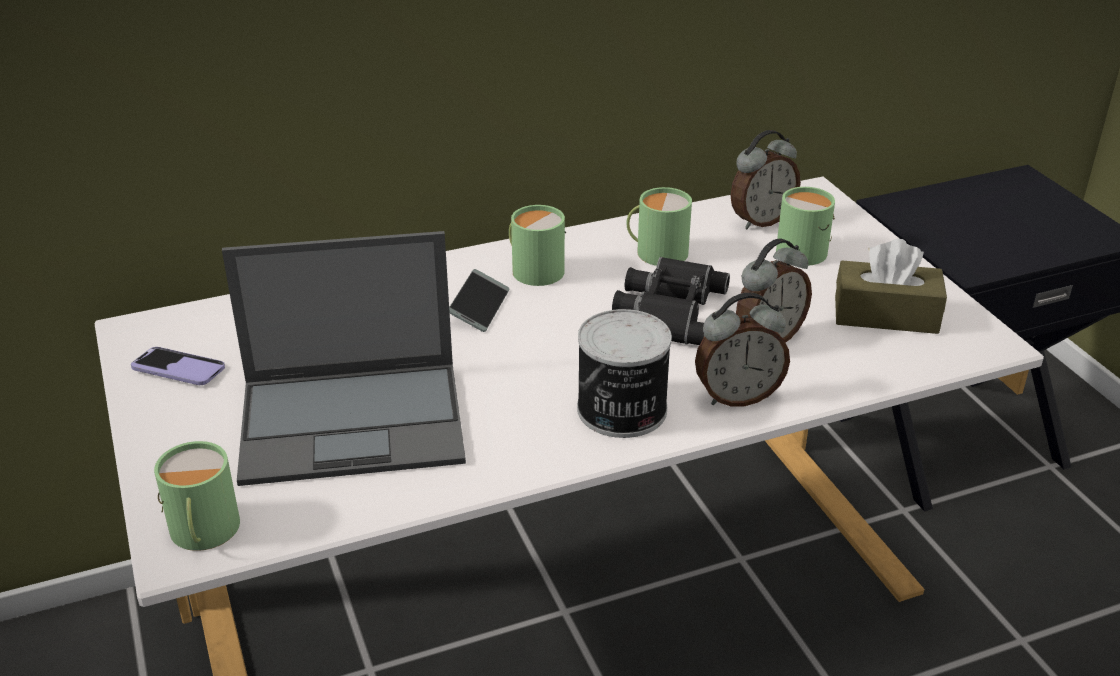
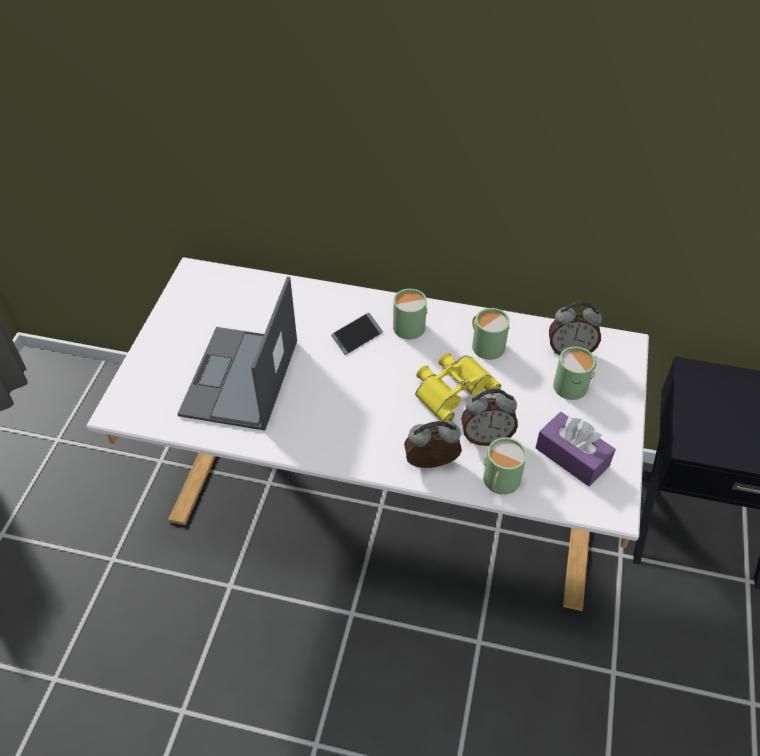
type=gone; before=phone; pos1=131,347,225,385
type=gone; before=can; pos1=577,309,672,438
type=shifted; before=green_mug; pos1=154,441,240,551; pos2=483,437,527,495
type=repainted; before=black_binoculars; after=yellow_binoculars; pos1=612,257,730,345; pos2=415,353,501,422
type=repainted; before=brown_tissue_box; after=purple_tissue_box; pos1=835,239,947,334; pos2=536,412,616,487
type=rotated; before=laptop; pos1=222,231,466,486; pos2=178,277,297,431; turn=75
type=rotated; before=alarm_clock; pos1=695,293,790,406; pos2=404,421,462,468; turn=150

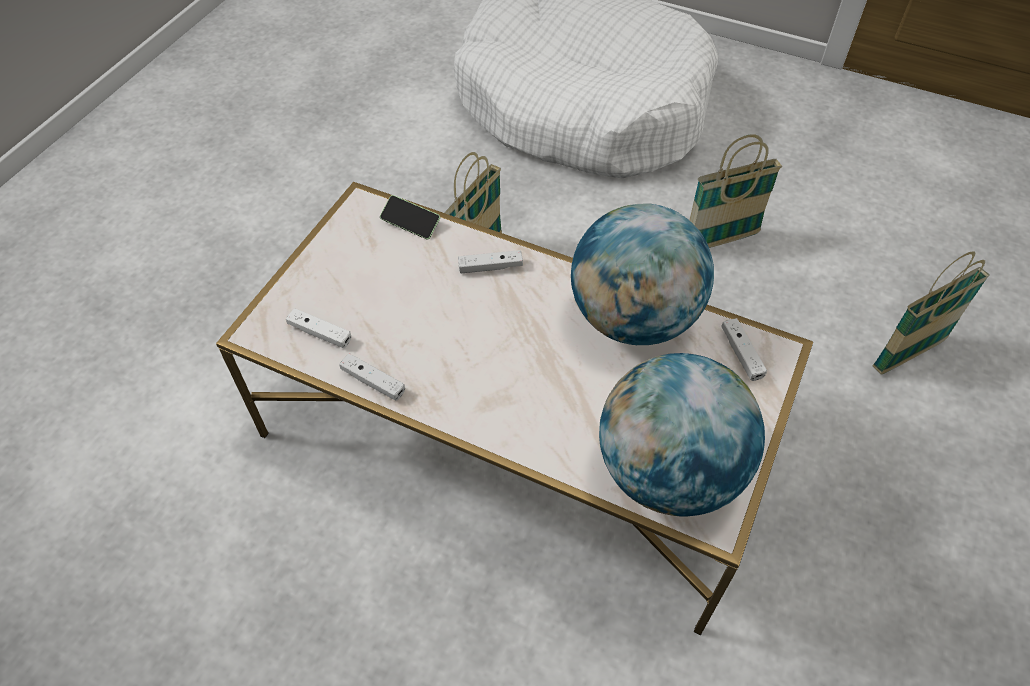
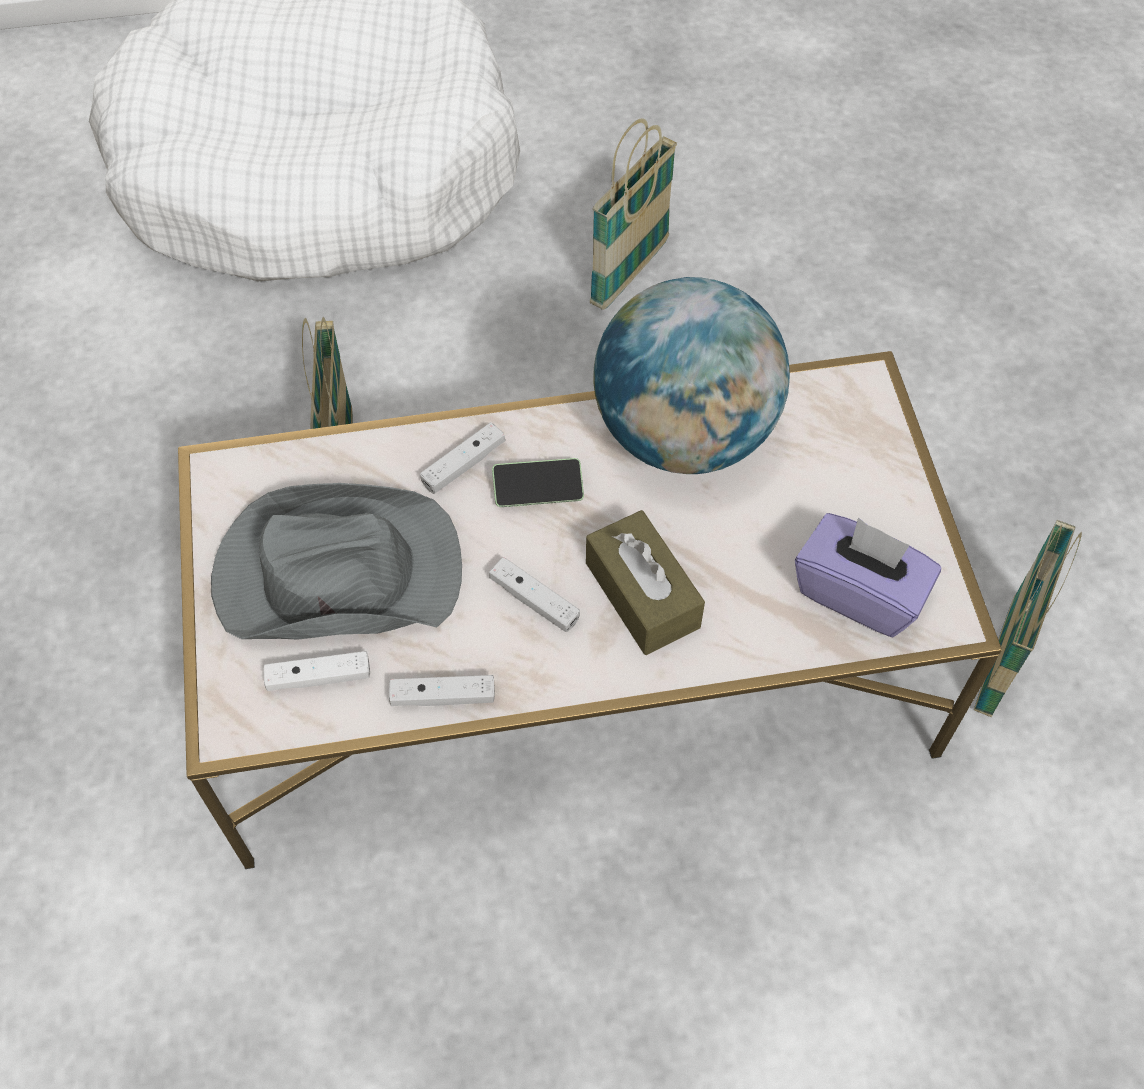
type=new; after=grey_hat; pos2=211,483,462,640
type=new; after=brown_tissue_box; pos2=586,510,705,655
type=shifted; before=phone; pos1=380,195,440,239; pos2=492,458,584,507
type=shifted; before=white_game_controller; pos1=721,318,767,381; pos2=489,557,580,632
type=shifted; before=basket; pos1=873,251,990,374; pos2=974,520,1082,717
type=swapped; before=globe; after=purple_tissue_box; pos1=599,353,765,517; pos2=795,513,941,637

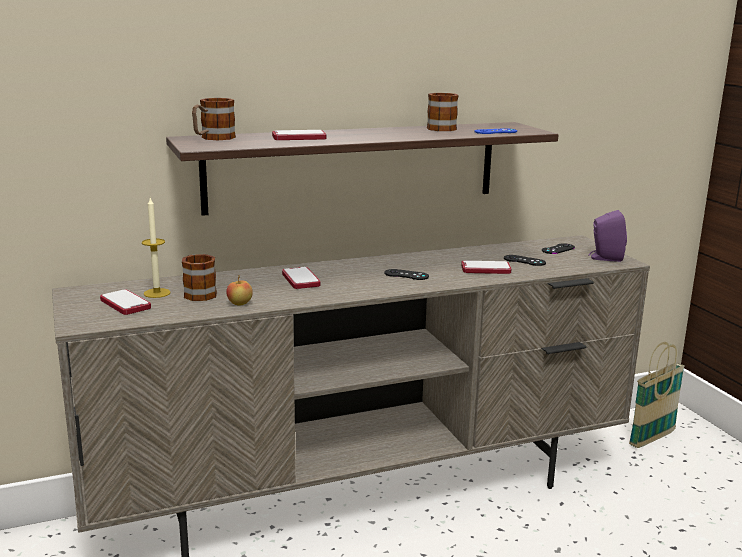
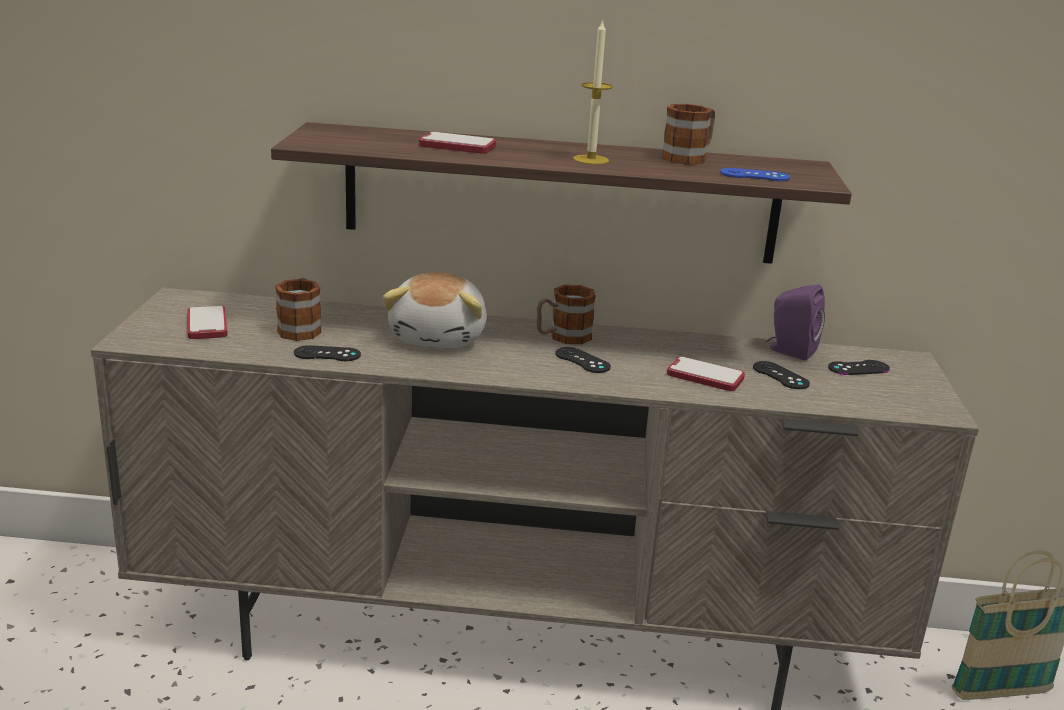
type=shifted; before=candle; pos1=142,198,171,298; pos2=573,19,613,165
type=shifted; before=mug; pos1=192,98,236,140; pos2=537,285,596,344
type=shifted; before=purple_speaker; pos1=589,210,627,262; pos2=766,284,825,360
type=swapped; before=apple; after=black_game_controller; pos1=226,275,253,305; pos2=294,345,361,361
type=swapped; before=phone; after=plush_toy; pos1=282,267,321,289; pos2=382,272,487,348

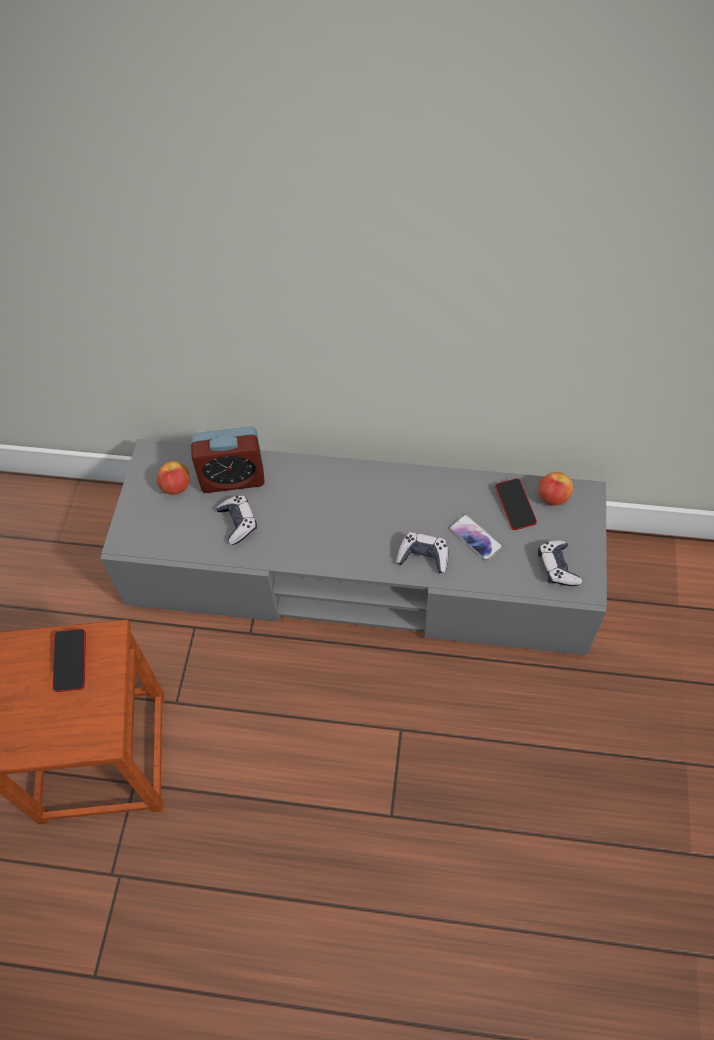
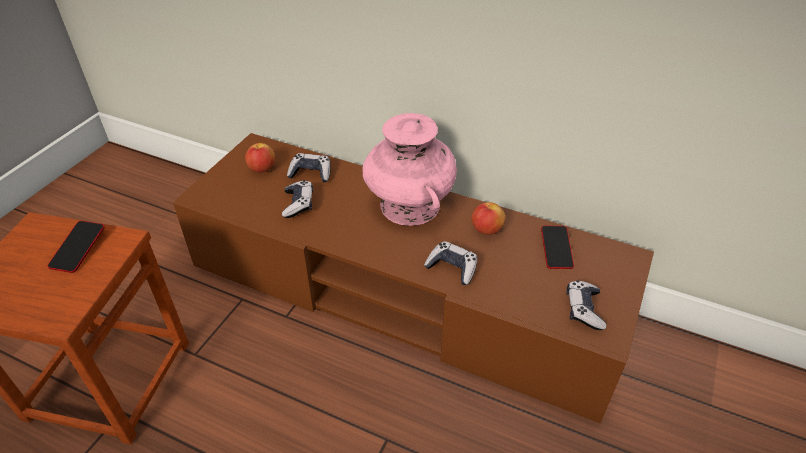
type=gone; before=phone; pos1=449,514,503,561
type=new; after=pink_vase; pos2=363,113,457,226
type=shifted; before=apple; pos1=538,472,573,505; pos2=471,202,505,235
type=swapped; before=alarm_clock; after=game_controller; pos1=191,426,265,493; pos2=287,153,331,182
type=repainted; before=grey_tv_stand; after=brown_tv_stand; pos1=100,439,607,655; pos2=173,133,654,423

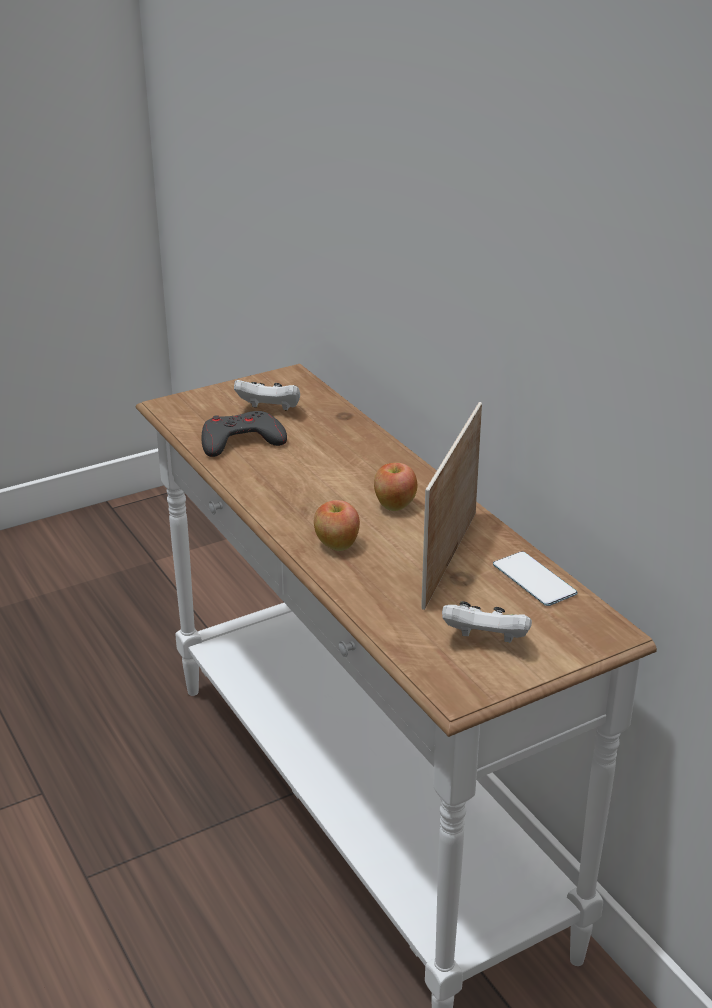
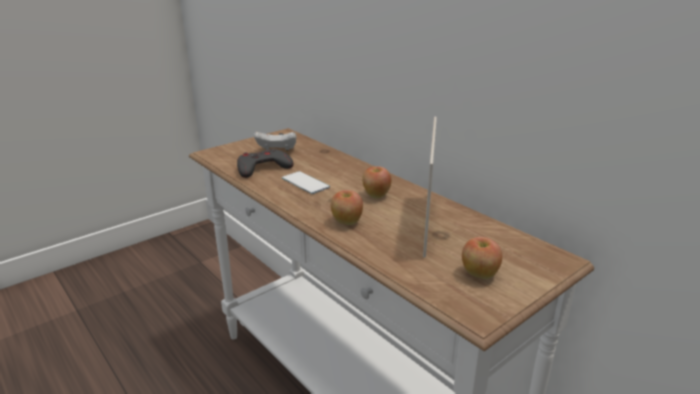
type=shifted; before=phone; pos1=493,551,578,606; pos2=282,171,330,194
type=swapped; before=white_game_controller; after=apple; pos1=442,601,532,643; pos2=462,237,502,279

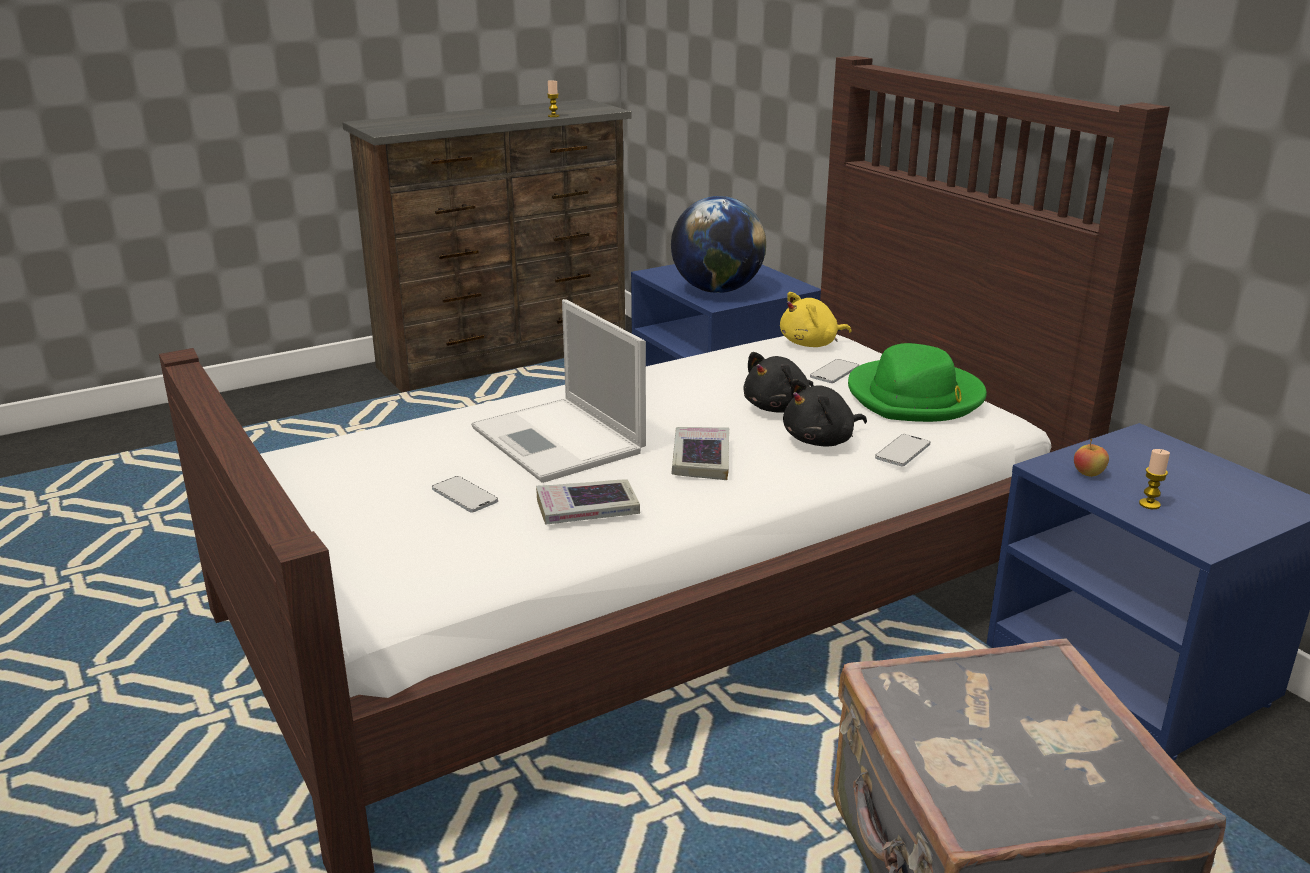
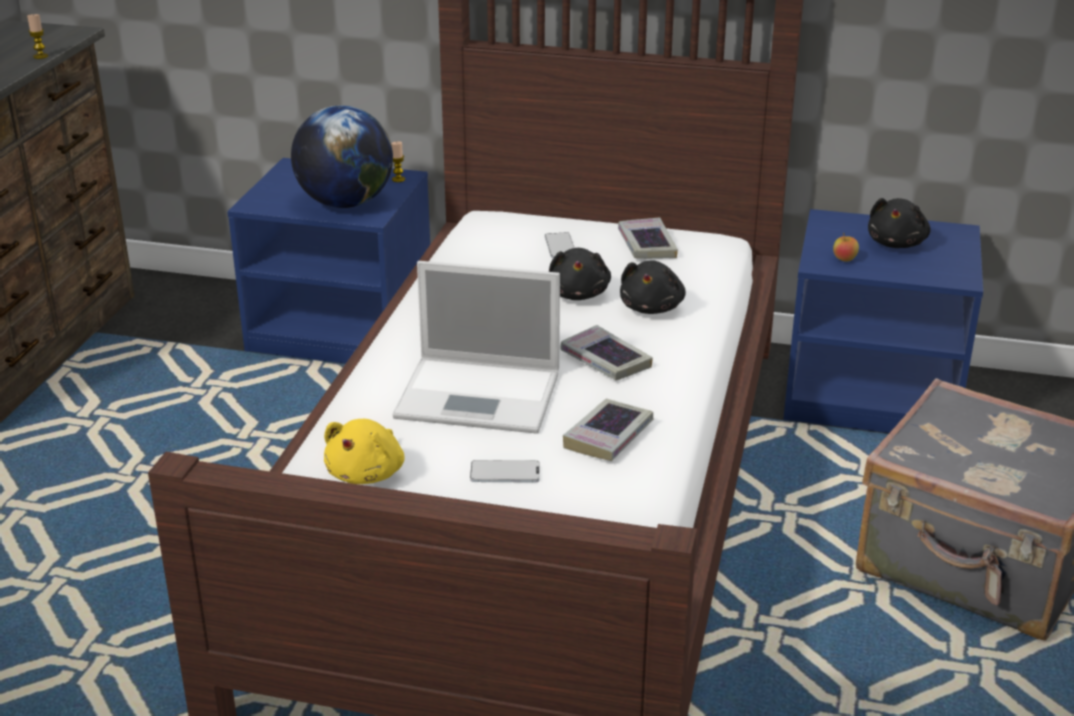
type=gone; before=phone; pos1=875,434,930,466
type=new; after=black_plush_toy; pos2=868,198,931,248
type=shifted; before=yellow_plush_toy; pos1=780,292,851,347; pos2=324,419,404,484
type=shifted; before=candle; pos1=1139,449,1170,509; pos2=391,141,405,182
type=swapped; before=green_hat; after=book; pos1=848,343,987,422; pos2=618,218,678,259

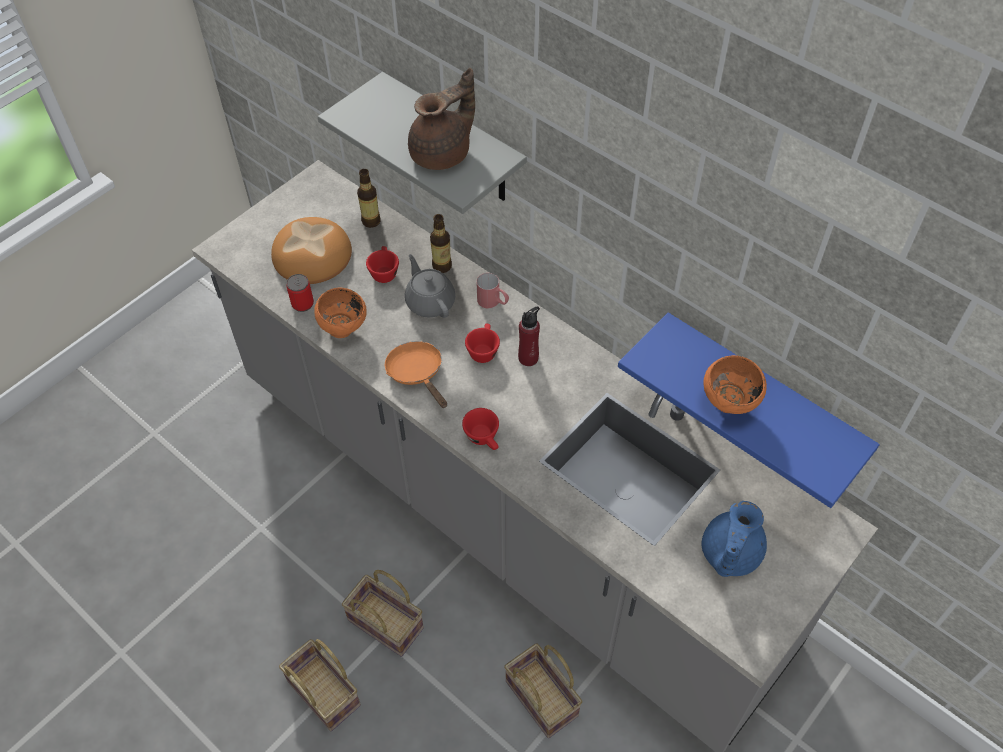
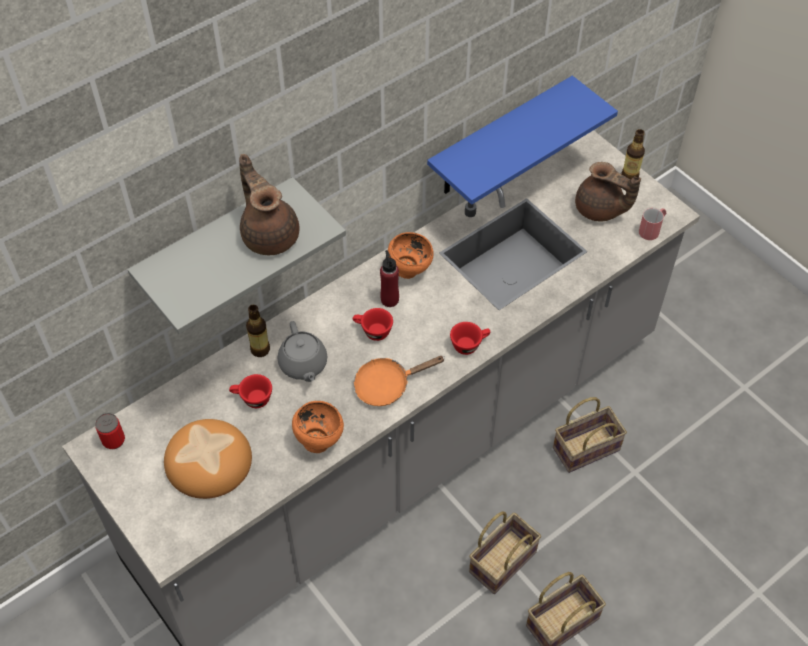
type=shifted; before=can; pos1=286,274,314,312; pos2=95,413,125,449
type=shifted; before=bottle; pos1=357,169,381,228; pos2=621,129,645,180
type=shifted; before=red_mug; pos1=476,273,509,308; pos2=639,208,666,240
type=shifted; before=orange_bowl; pos1=703,355,767,414; pos2=388,232,434,279
type=repainted; before=blue_teapot; after=brown_teapot; pos1=701,501,767,577; pos2=575,162,641,221
type=rotated; before=grey_teapot; pos1=405,254,455,318; pos2=277,321,328,382; turn=-90

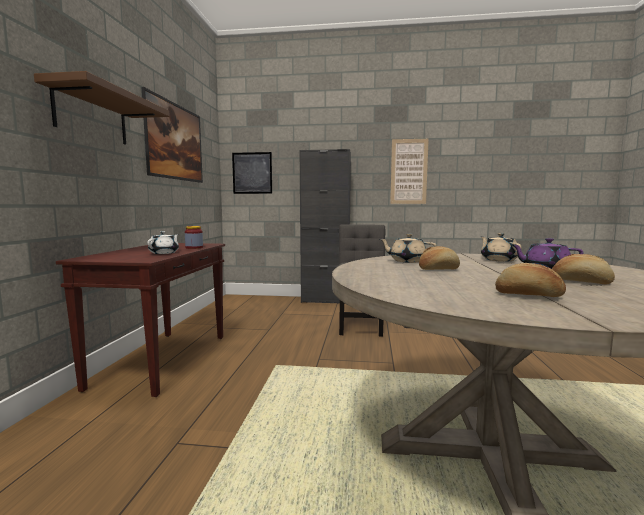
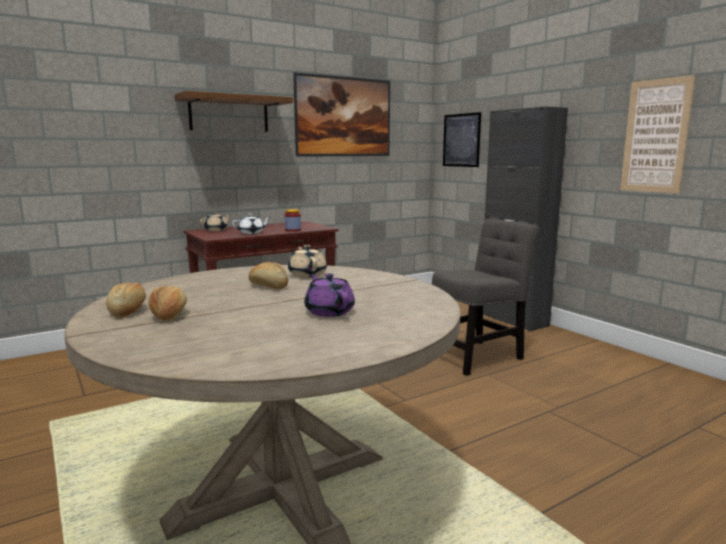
type=shifted; before=beige_teapot; pos1=481,233,522,262; pos2=200,212,230,231
type=shifted; before=bread; pos1=552,254,615,285; pos2=106,282,146,317

